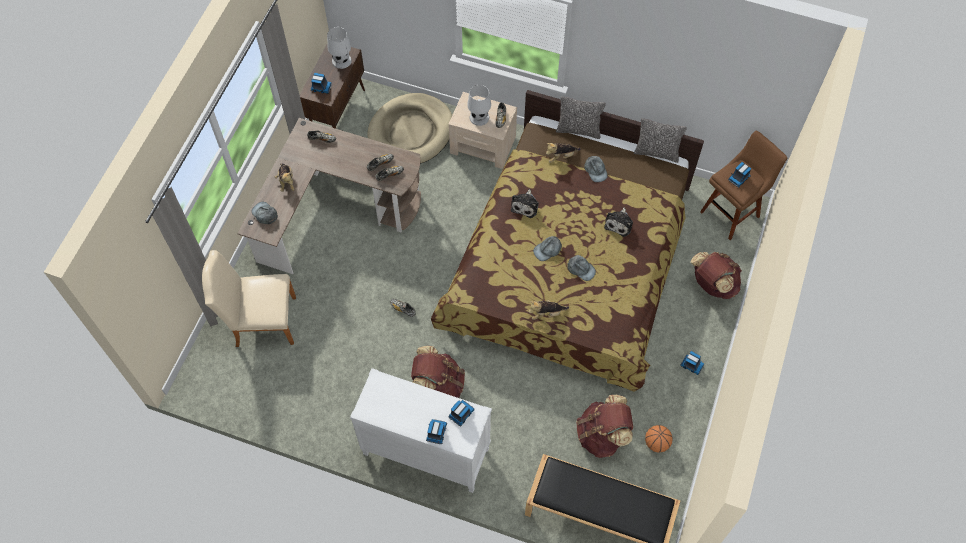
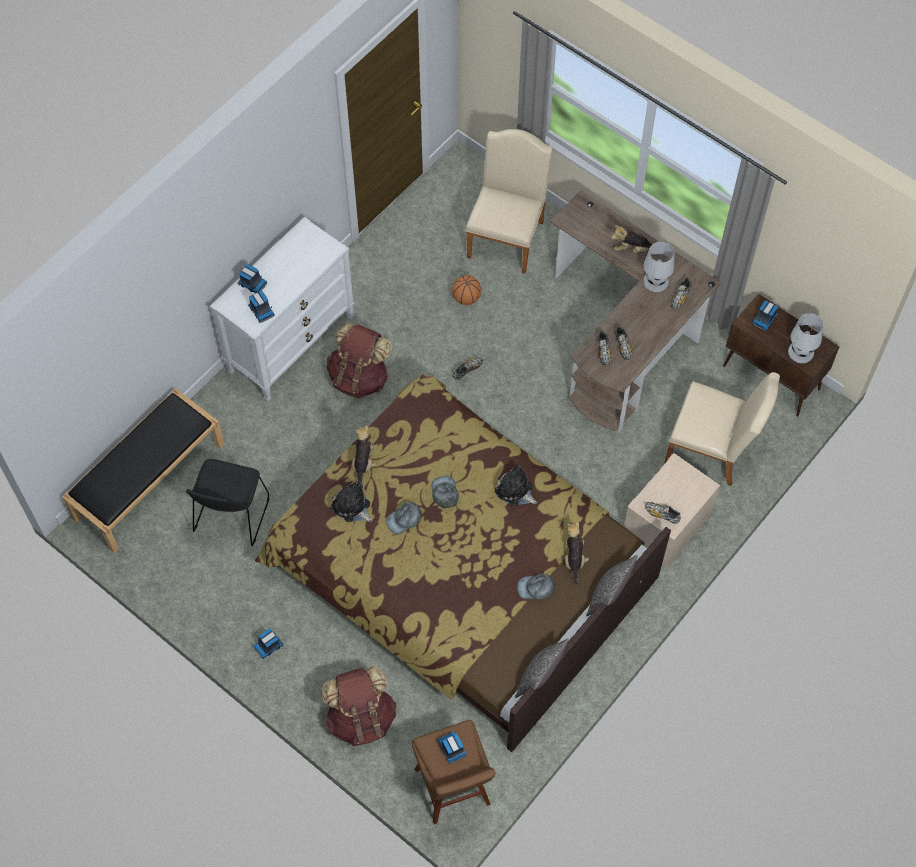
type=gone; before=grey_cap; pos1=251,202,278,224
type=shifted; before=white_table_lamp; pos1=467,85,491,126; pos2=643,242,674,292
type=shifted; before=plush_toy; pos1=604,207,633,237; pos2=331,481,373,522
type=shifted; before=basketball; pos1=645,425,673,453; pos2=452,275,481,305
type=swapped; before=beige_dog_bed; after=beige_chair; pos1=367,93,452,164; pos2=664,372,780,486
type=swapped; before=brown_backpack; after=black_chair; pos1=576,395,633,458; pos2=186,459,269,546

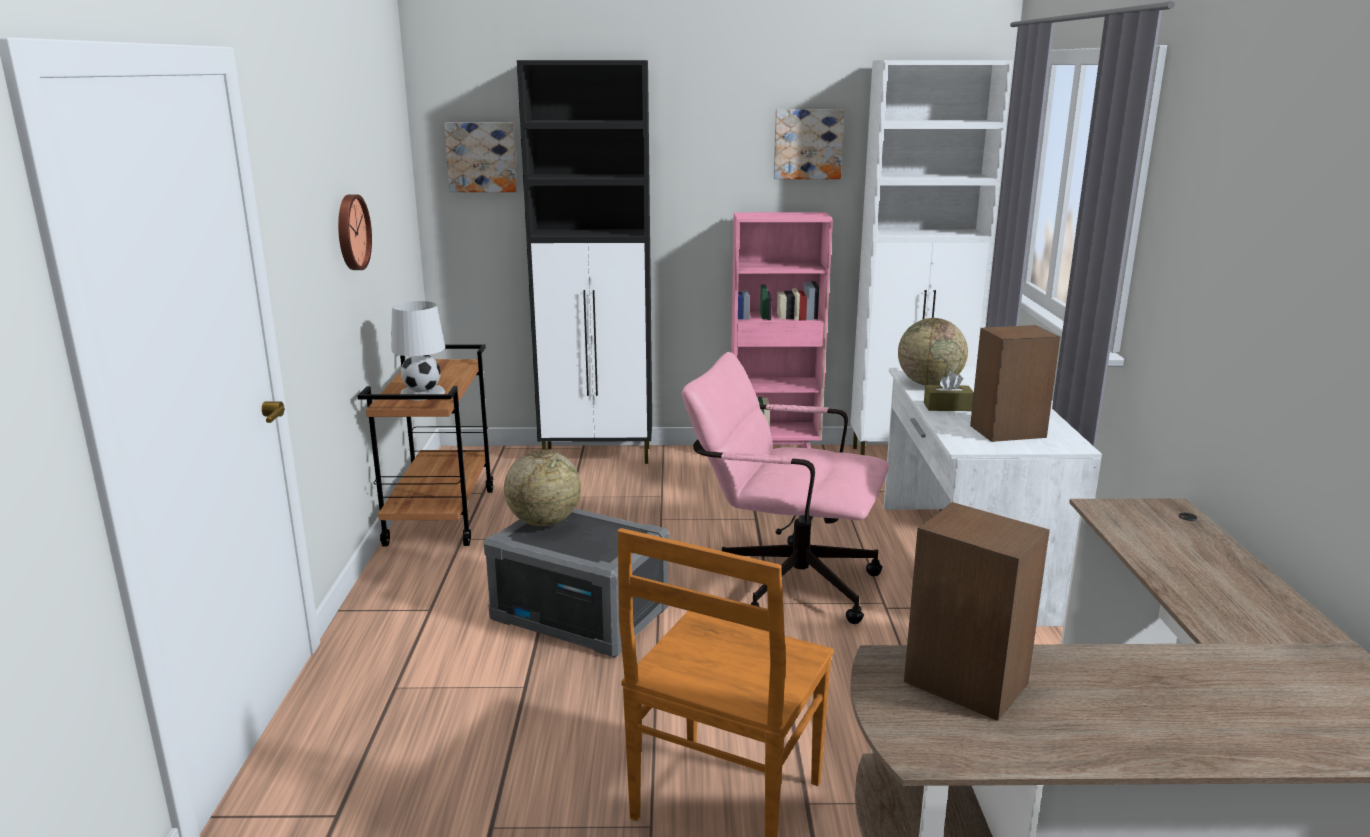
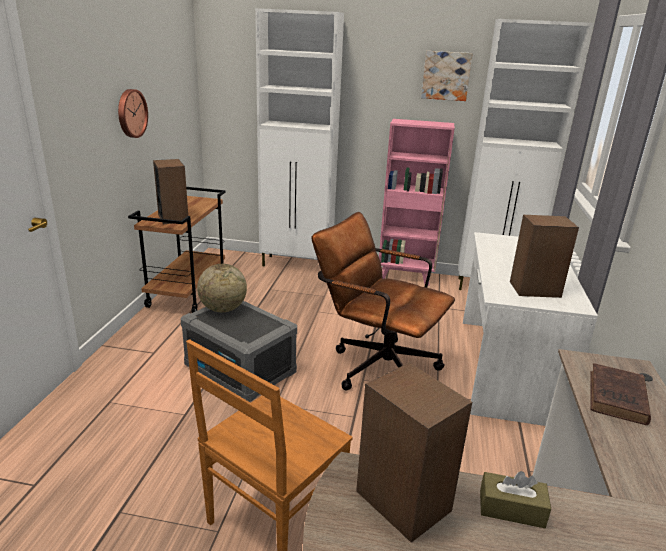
type=gone; before=picture; pos1=444,123,517,192
type=gone; before=globe; pos1=898,318,968,386
type=new; after=brown_book; pos2=590,363,651,425
type=shifted; before=brown_tissue_box; pos1=924,372,974,411; pos2=480,471,551,528
type=swapped; before=white_table_lamp; after=speaker; pos1=391,301,445,400; pos2=153,159,188,224
type=repainted; before=black_cabinet; after=white_cabinet; pos1=517,60,652,464; pos2=255,8,344,266
type=repainted; before=pink_office_chair; after=brown_office_chair; pos1=682,352,889,624; pos2=312,212,455,391

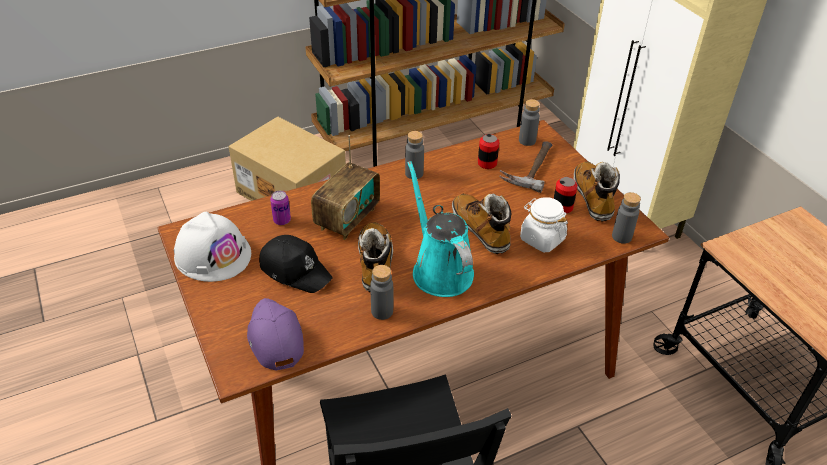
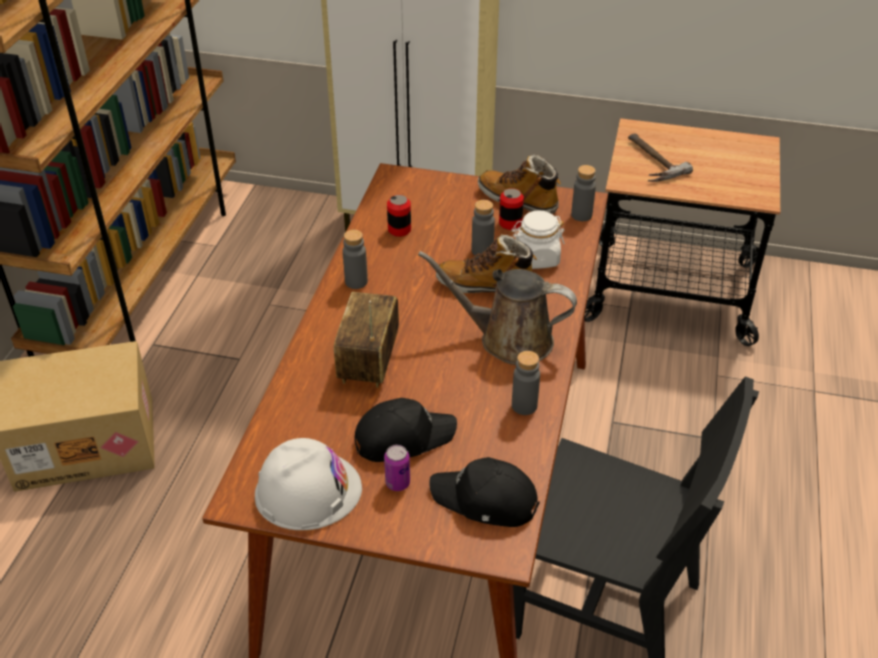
type=gone; before=boot; pos1=358,222,393,292
type=shifted; before=can; pos1=270,191,291,225; pos2=384,445,410,491
type=shifted; before=hammer; pos1=499,141,552,193; pos2=628,134,693,182
type=shifted; before=grey_bottle; pos1=519,99,540,146; pos2=472,200,495,256
type=repainted; before=purple_cap; after=black_cap; pos1=247,298,304,370; pos2=429,457,540,527
type=repainted; before=turquoise_watering_can; after=brown_watering_can; pos1=408,161,474,297; pos2=418,251,577,365
type=rotated; before=radio; pos1=311,135,380,240; pos2=334,292,399,388; turn=-150

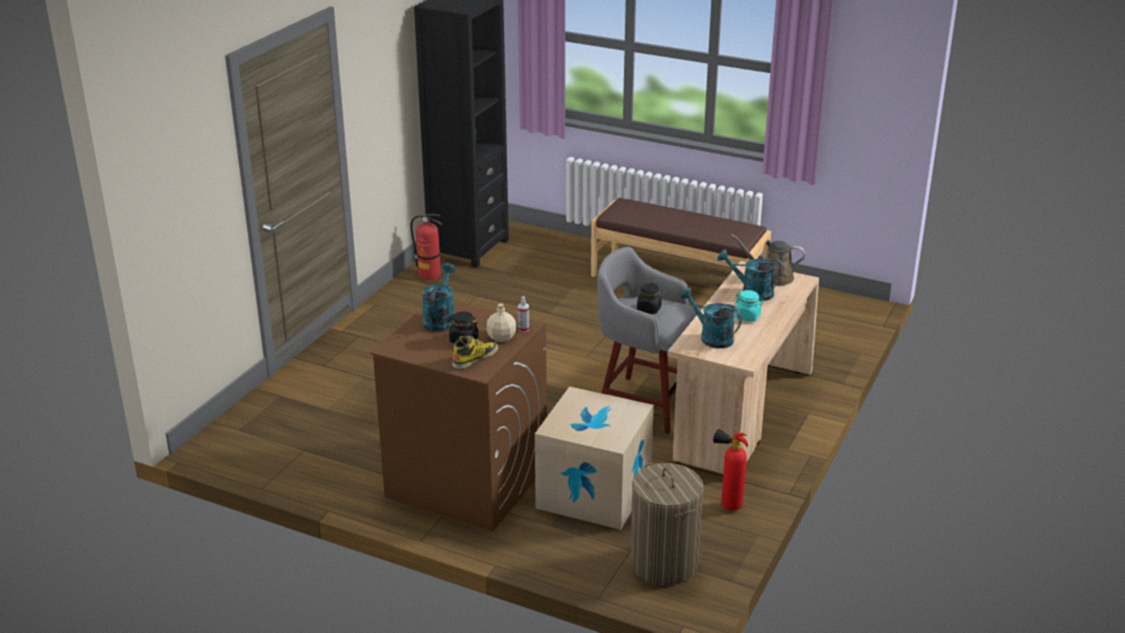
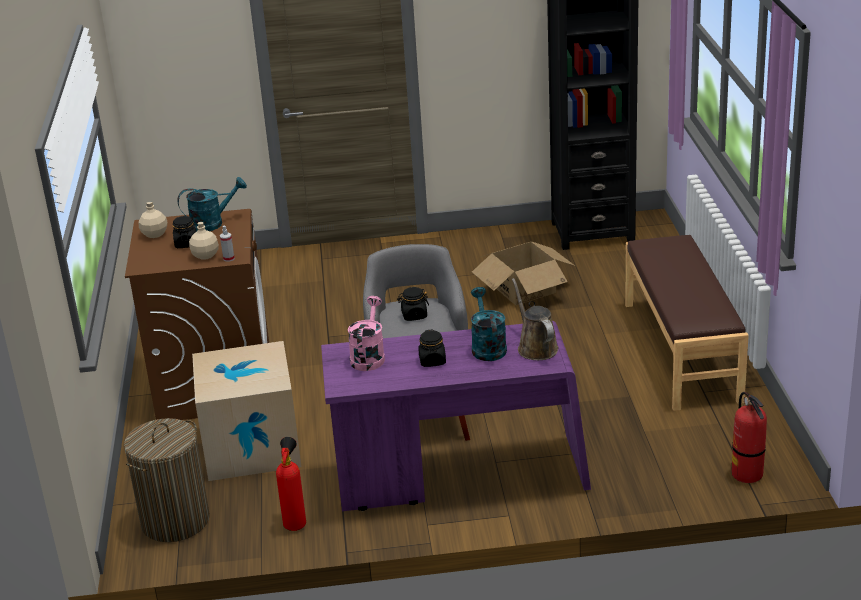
type=gone; before=boot; pos1=452,336,498,369
type=new; after=beige_bottle; pos2=139,202,168,238
type=new; after=cardboard_box; pos2=472,242,575,305
type=shifted; before=fire_extinguisher; pos1=410,214,442,280; pos2=732,392,767,483
type=repainted; before=beige_desk; after=purple_desk; pos1=667,261,819,474; pos2=321,321,591,511
type=repainted; before=turquoise_watering_can; after=pink_watering_can; pos1=680,288,742,348; pos2=348,296,385,371
type=repainted; before=turquoise_jar; after=black_jar; pos1=734,290,764,322; pos2=418,329,446,367

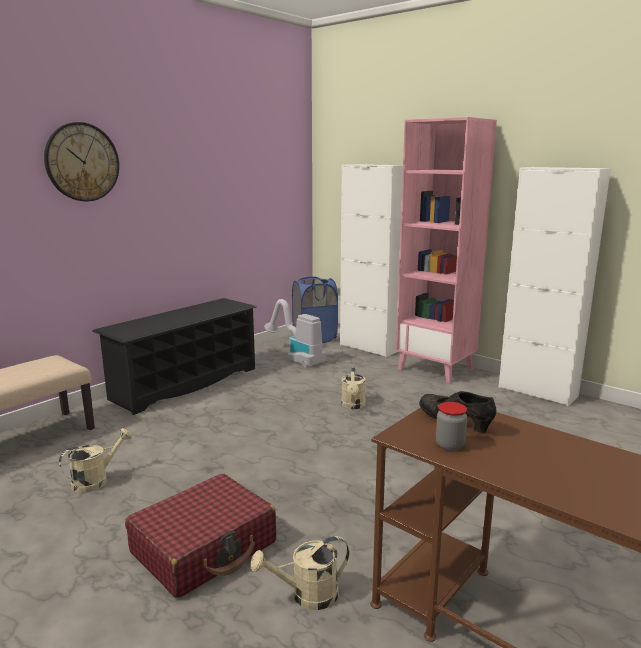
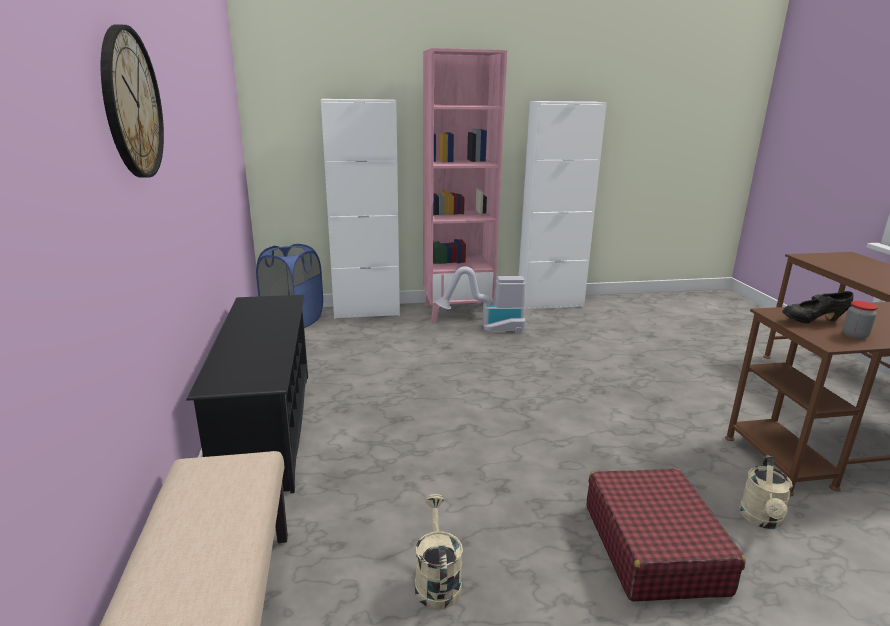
type=gone; before=beige_watering_can; pos1=341,367,365,409
type=shifted; before=vacuum_cleaner; pos1=264,299,326,368; pos2=435,266,526,334

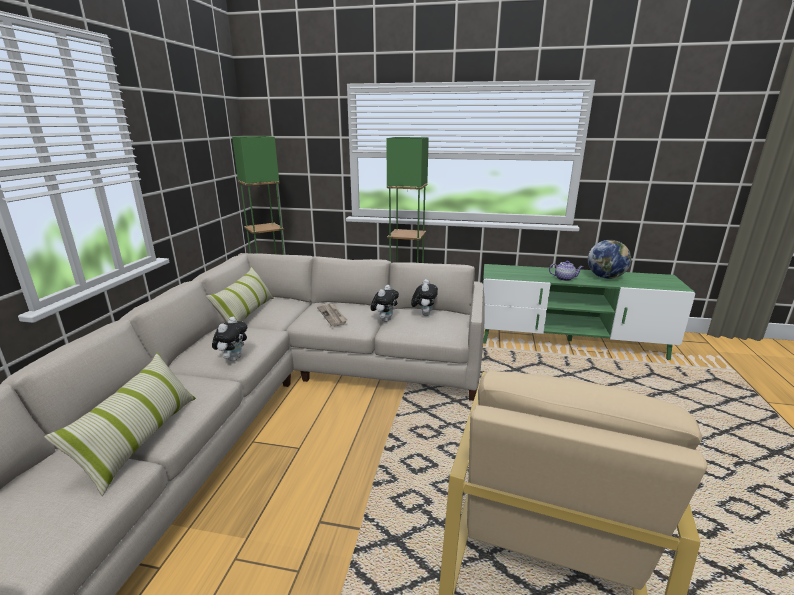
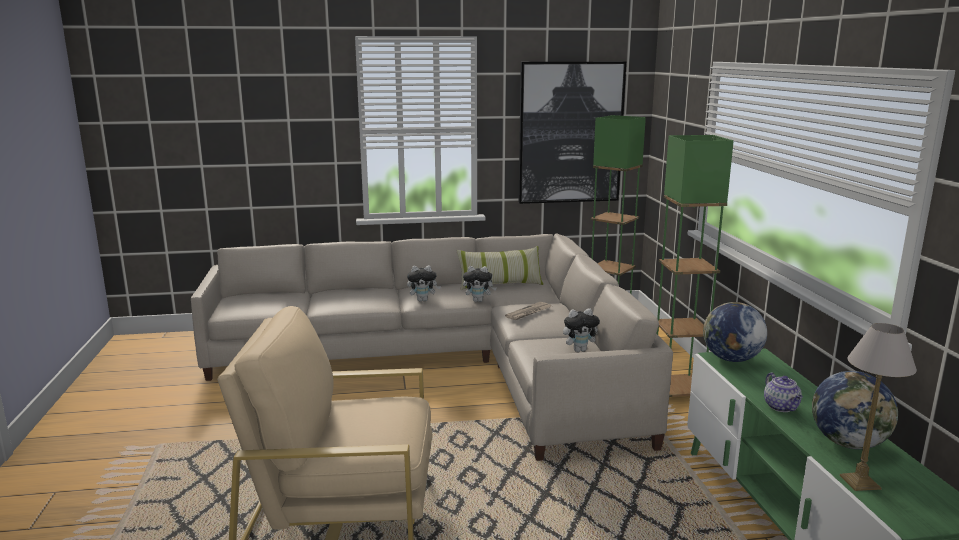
type=gone; before=pillow; pos1=44,353,196,496
type=new; after=picture; pos2=519,62,626,204
type=new; after=globe; pos2=703,302,767,362
type=new; after=table_lamp; pos2=840,323,917,491
type=shifted; before=plush_toy; pos1=371,285,399,322; pos2=463,266,496,302

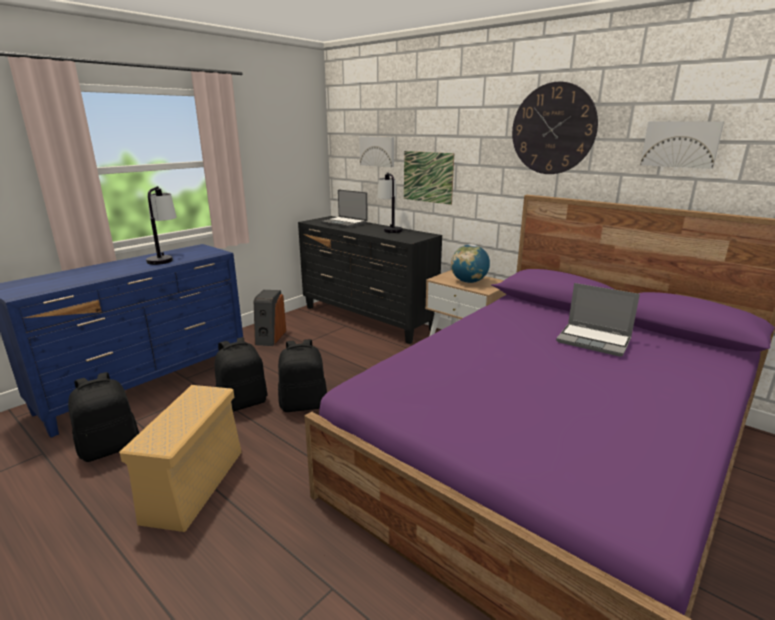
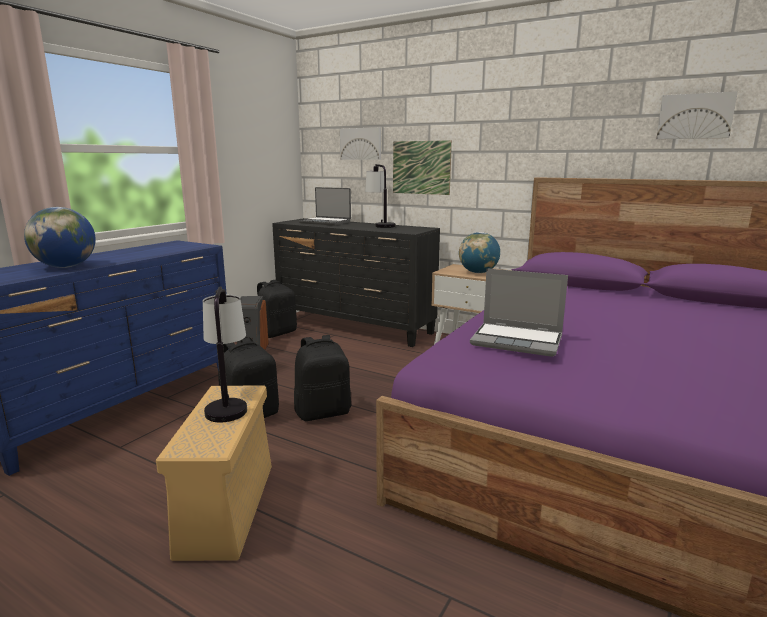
type=gone; before=wall_clock; pos1=512,81,598,174
type=new; after=globe; pos2=24,207,96,268
type=shifted; before=black_backpack; pos1=68,372,139,462; pos2=257,280,297,338
type=shifted; before=table_lamp; pos1=146,186,177,265; pos2=203,286,247,422
type=shifted; before=laptop; pos1=556,283,640,357; pos2=470,268,568,357

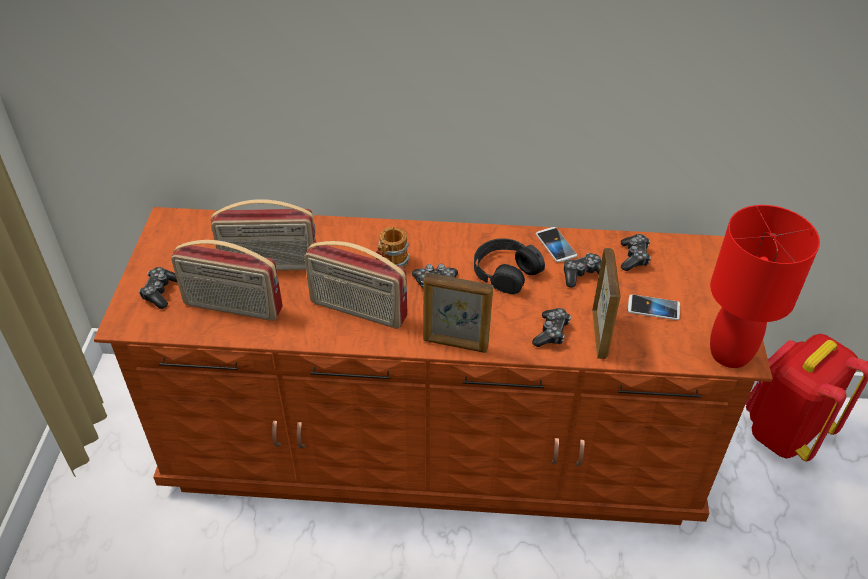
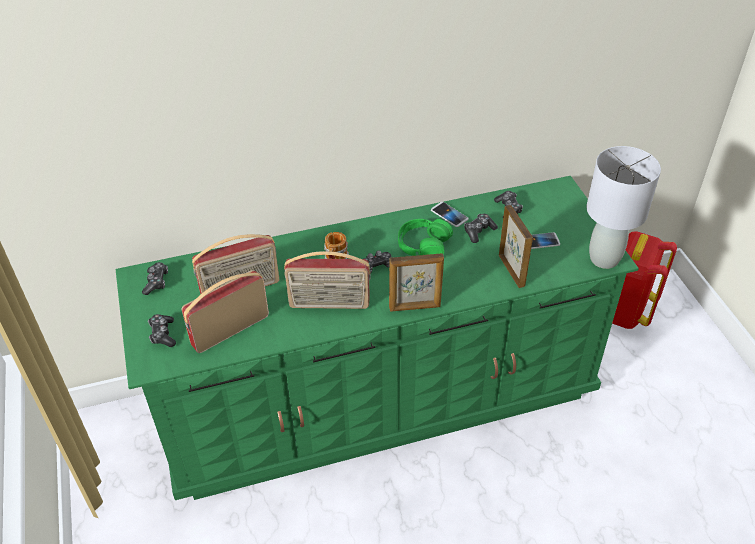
type=shifted; before=game_controller; pos1=532,308,571,347; pos2=142,262,168,295
type=repainted; before=brown_dresser; after=green_dresser; pos1=94,207,773,525; pos2=115,176,639,500
type=repainted; before=black_headphones; after=green_headphones; pos1=474,238,545,294; pos2=398,219,453,256
type=repainted; before=red_table_lamp; after=grey_table_lamp; pos1=710,205,820,368; pos2=586,146,661,269
type=rotated; before=radio; pos1=171,240,283,321; pos2=181,270,269,353; turn=150

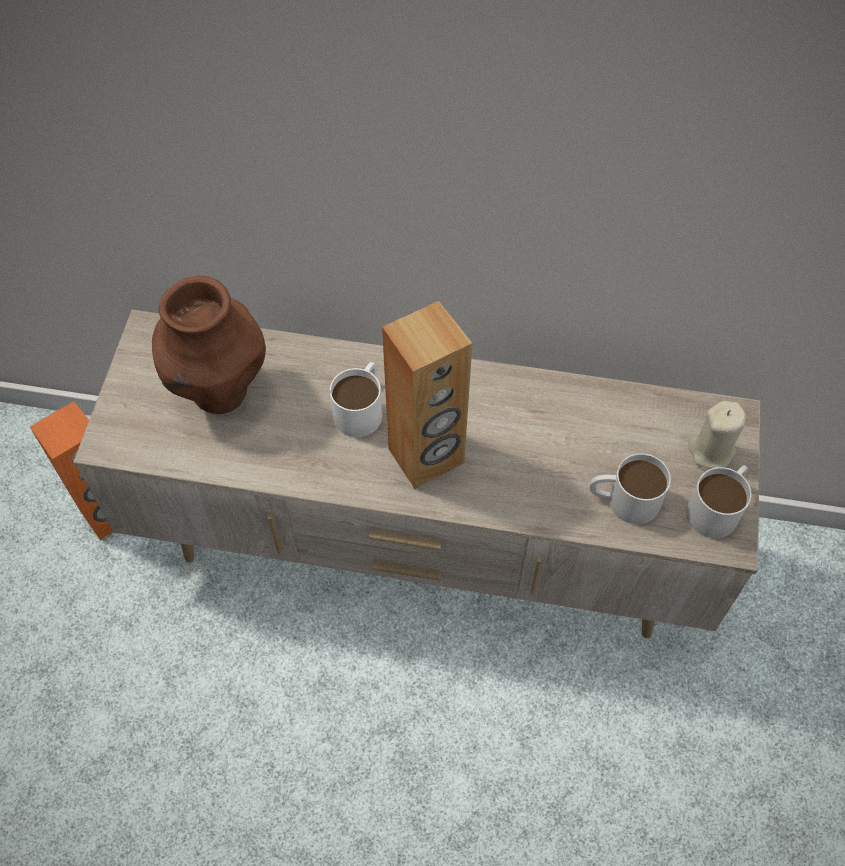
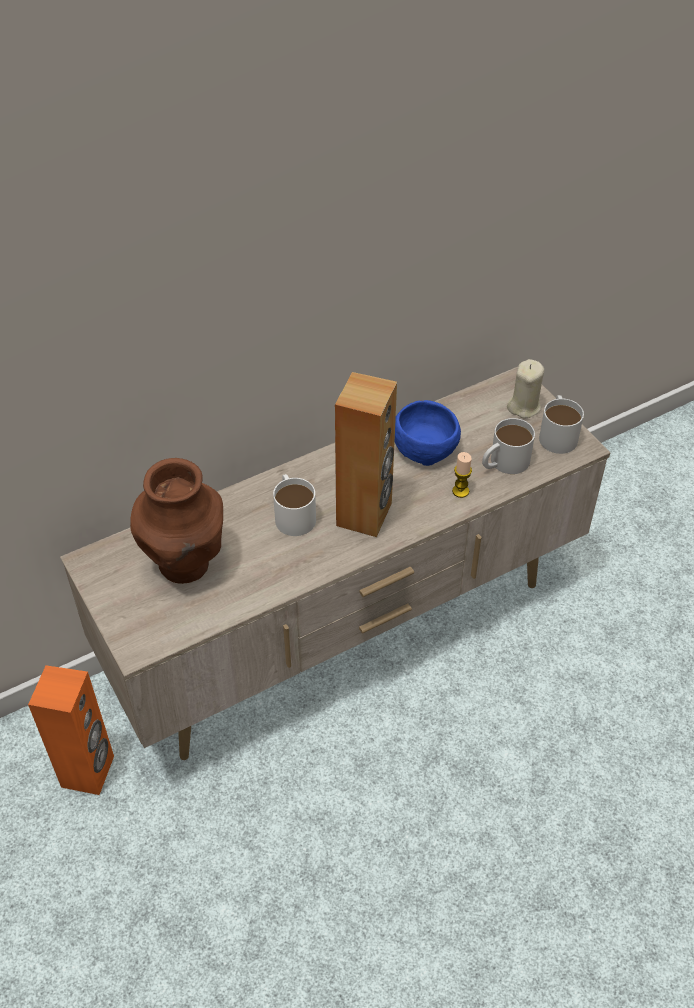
type=new; after=blue_bowl; pos2=395,400,461,466
type=new; after=candle; pos2=452,452,472,498

